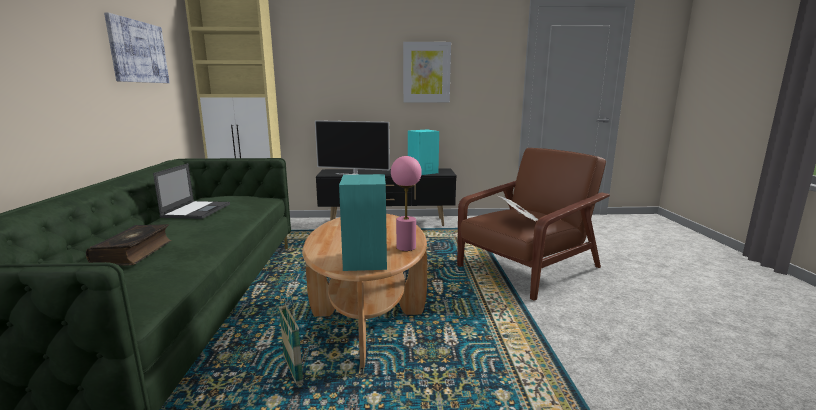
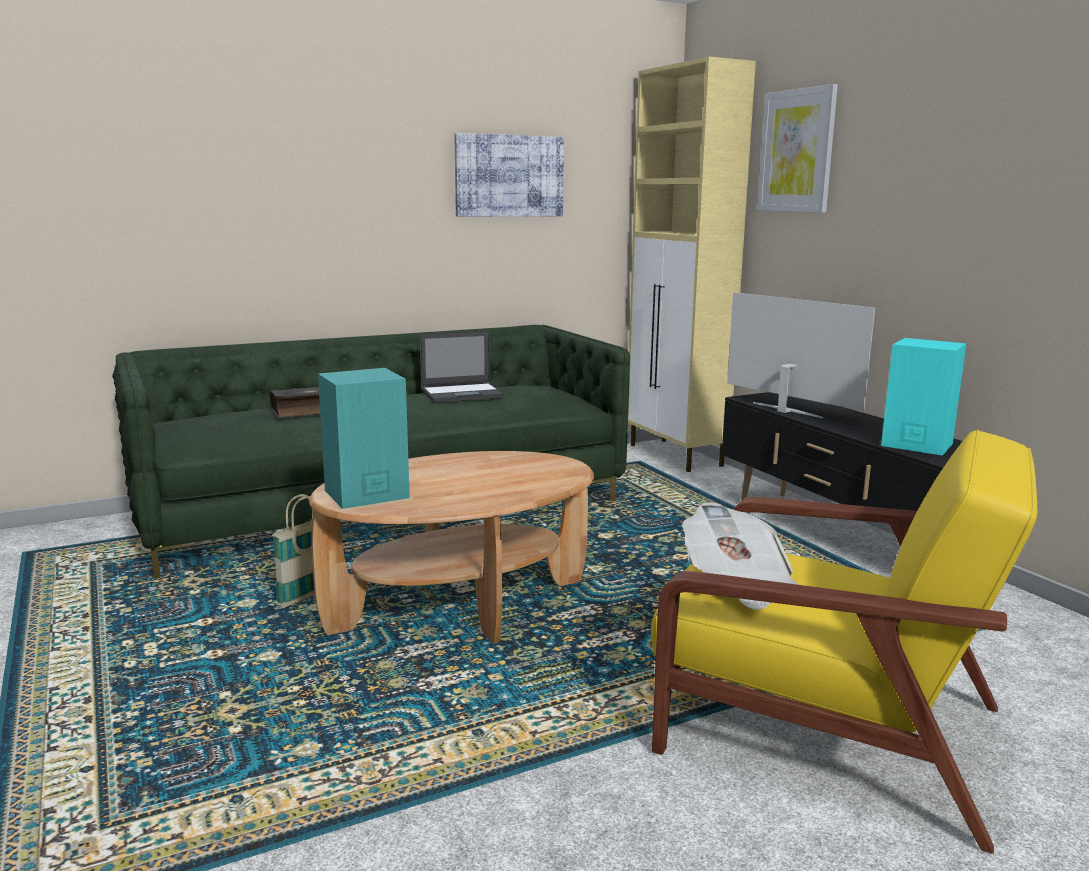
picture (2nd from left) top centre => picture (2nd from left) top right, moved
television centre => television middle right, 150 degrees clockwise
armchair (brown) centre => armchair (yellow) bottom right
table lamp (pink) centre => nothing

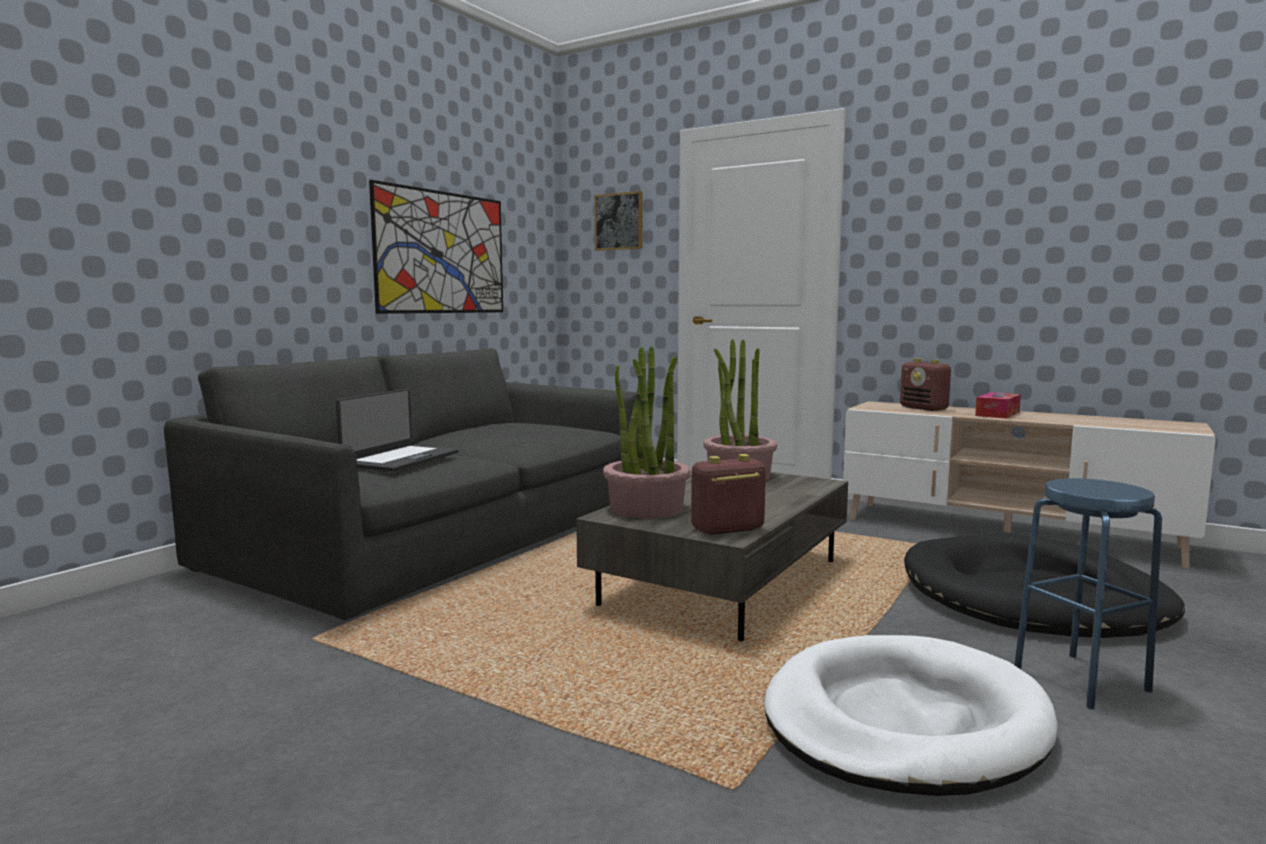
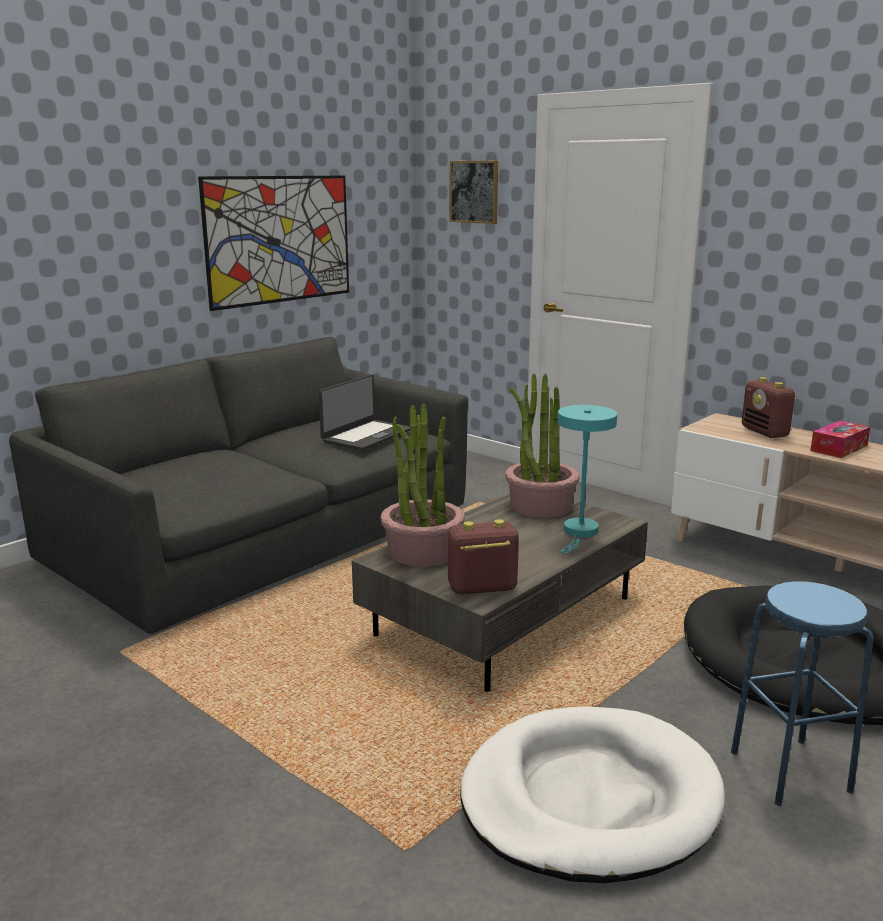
laptop middle left => laptop centre, moved
nothing => table lamp (turquoise) centre

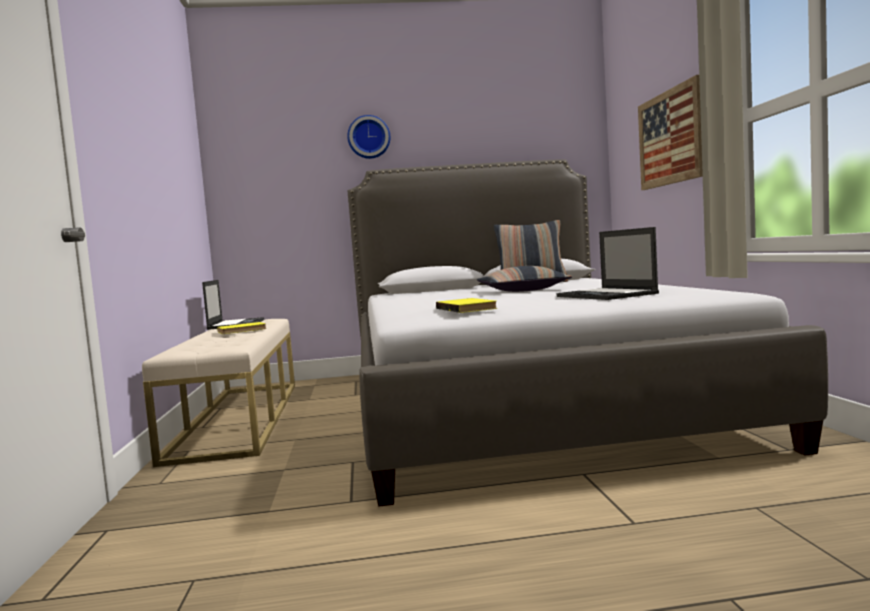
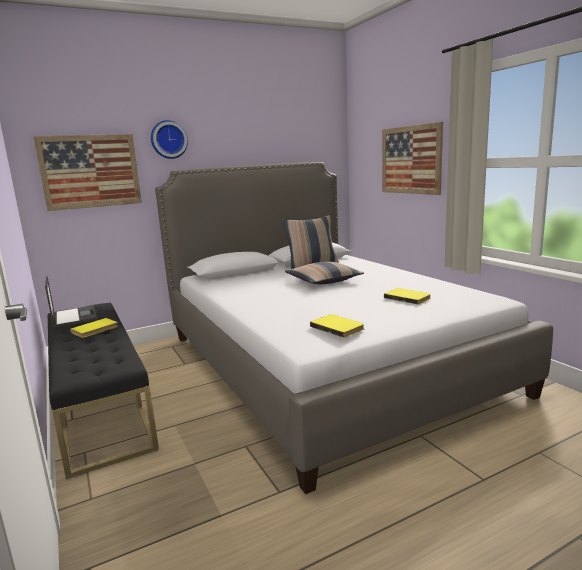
laptop (2nd from left) middle right => book (yellow) (3rd from left) middle right
bench (beige) middle left => bench (black) bottom left
nothing => picture (1st from left) top left

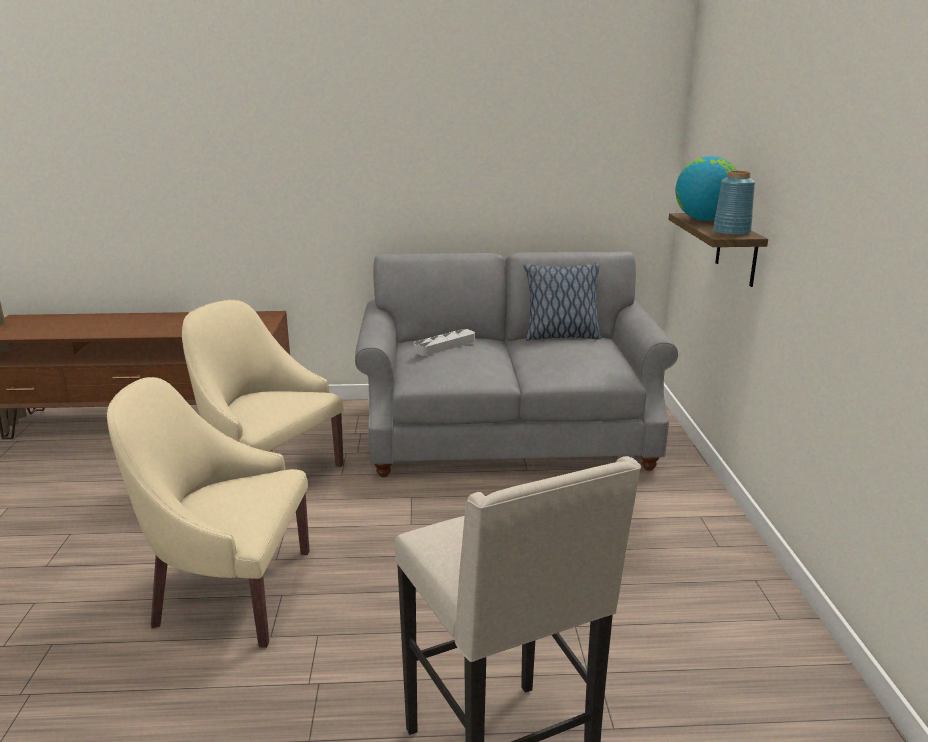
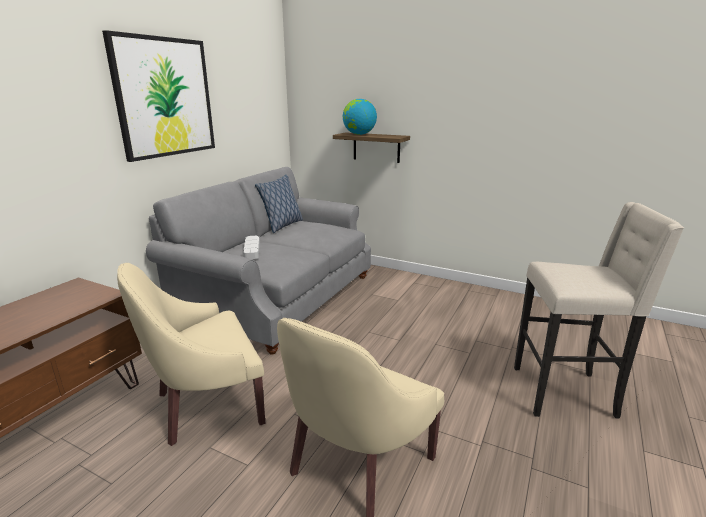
vase (blue) top right => nothing
nothing => picture top left

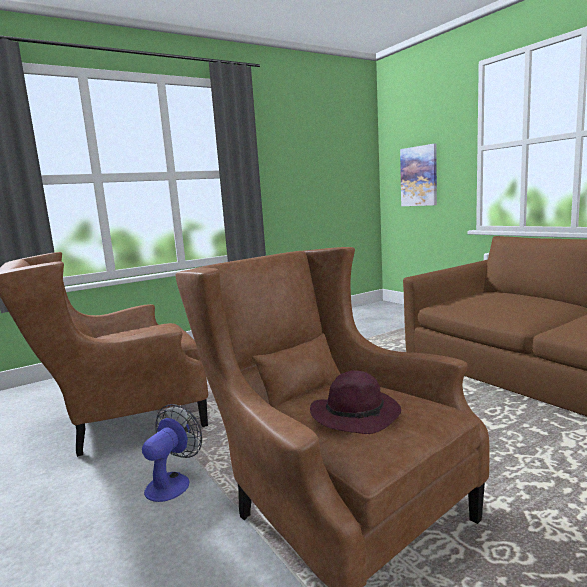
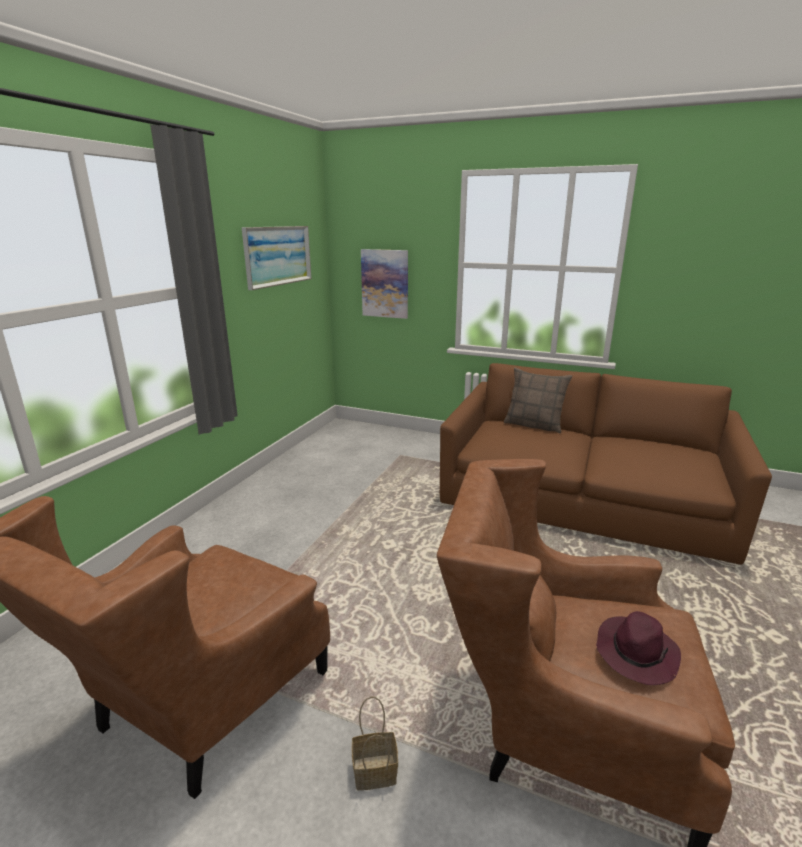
fan bottom left => basket bottom centre
nothing => picture (1st from left) top centre
nothing => pillow middle right

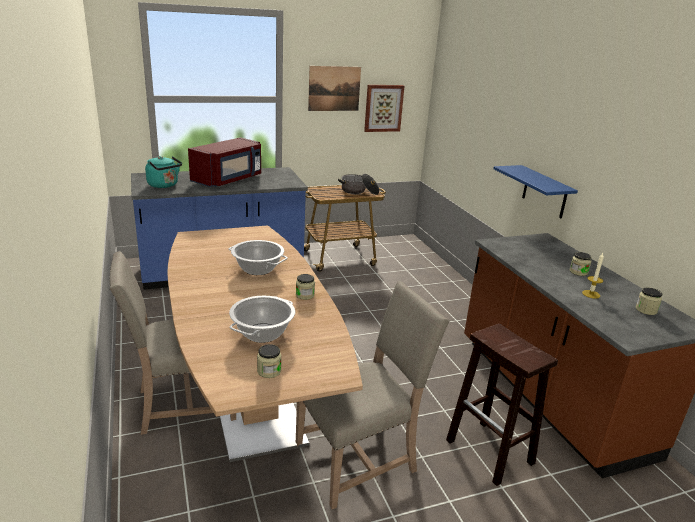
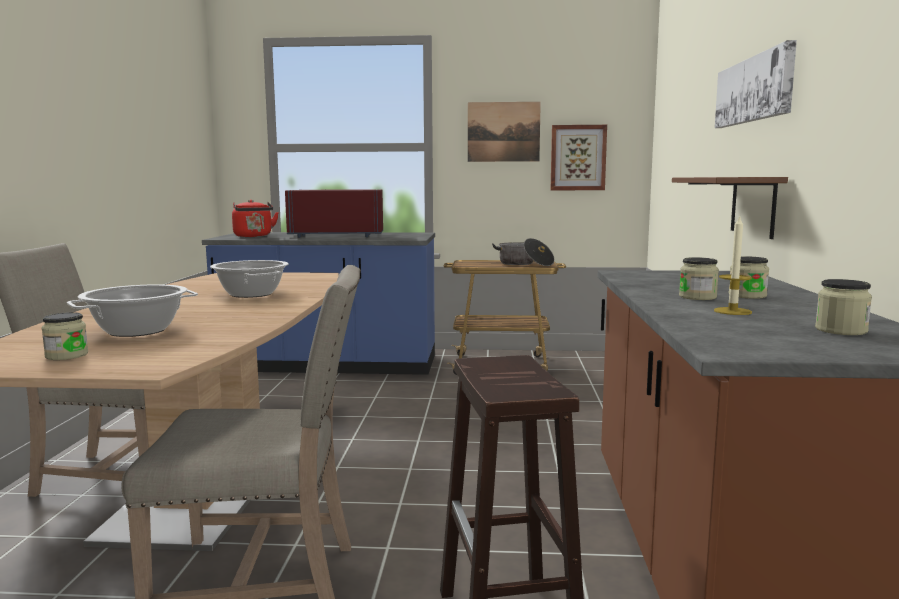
microwave (red) top left => microwave (red) centre, 150 degrees counterclockwise
kettle (turquoise) top left => kettle (red) middle left
shelf (blue) middle right => shelf (brown) middle right
jar (2nd from left) centre => jar (2nd from left) middle right, moved
nothing => picture (3rd from left) top right

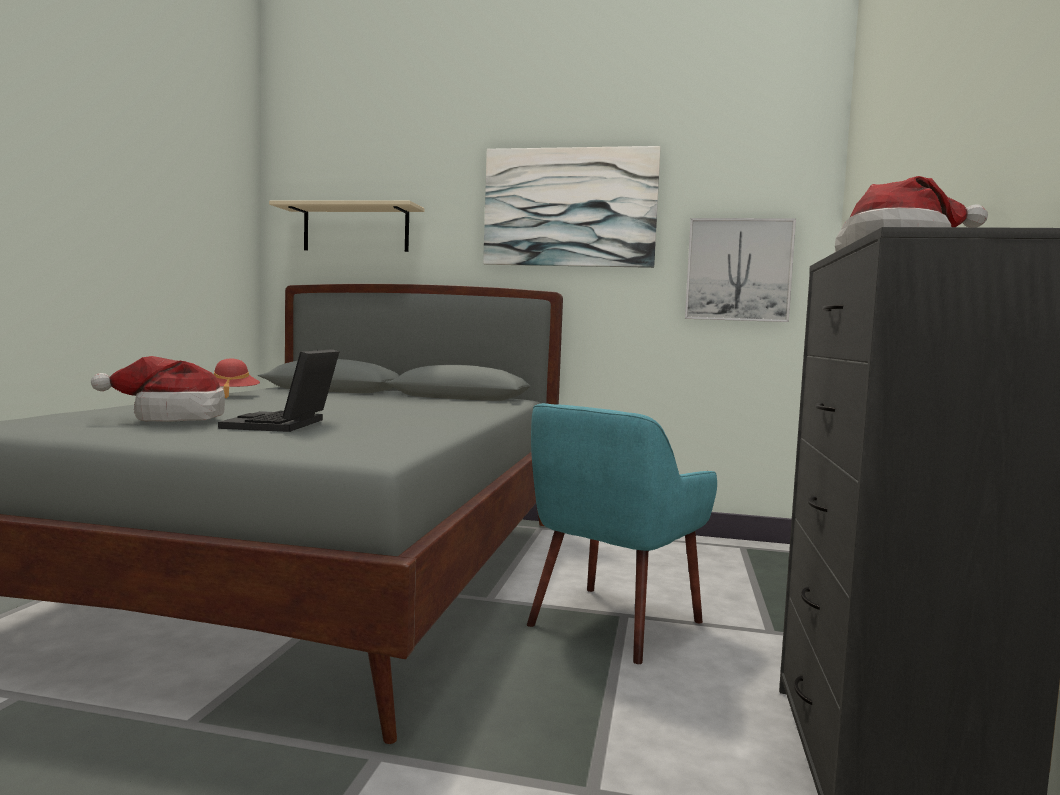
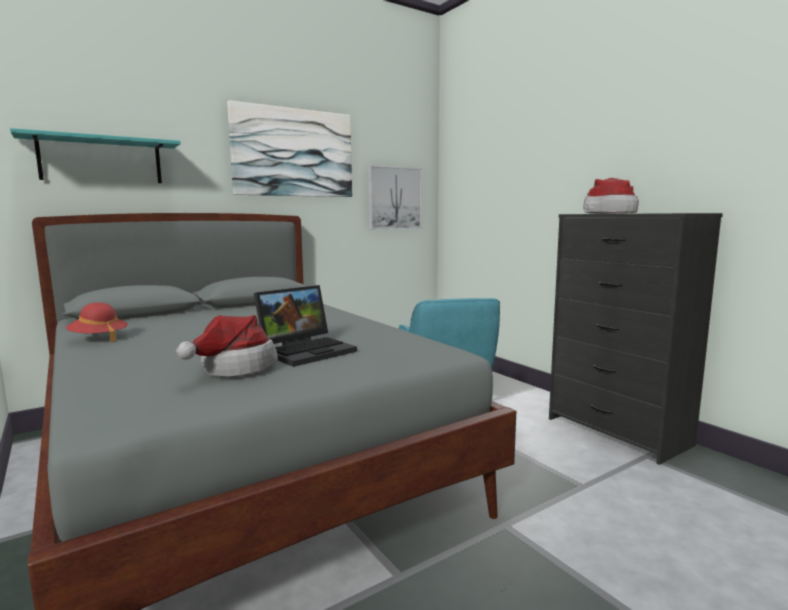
shelf (beige) top left => shelf (turquoise) top left
laptop middle left => laptop centre, 90 degrees counterclockwise

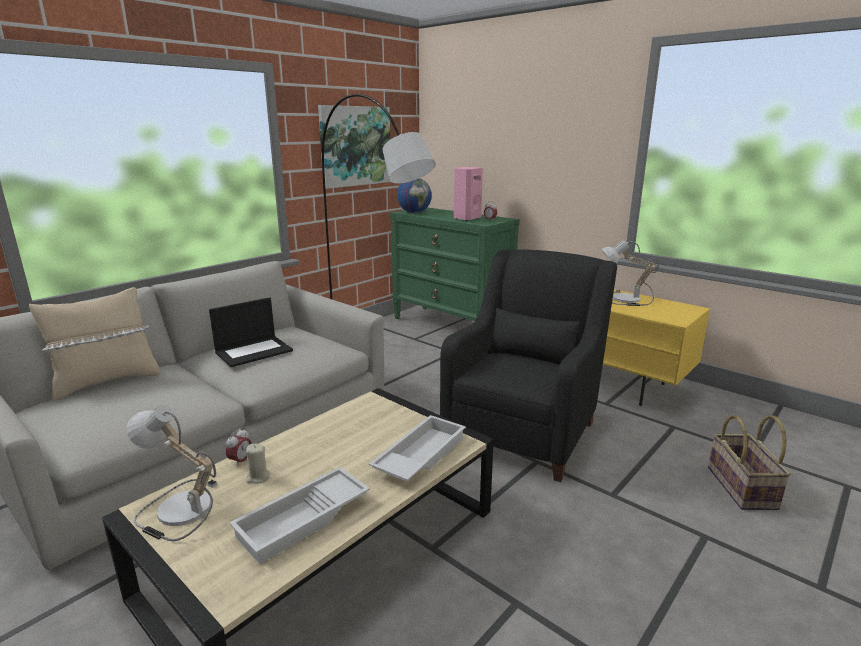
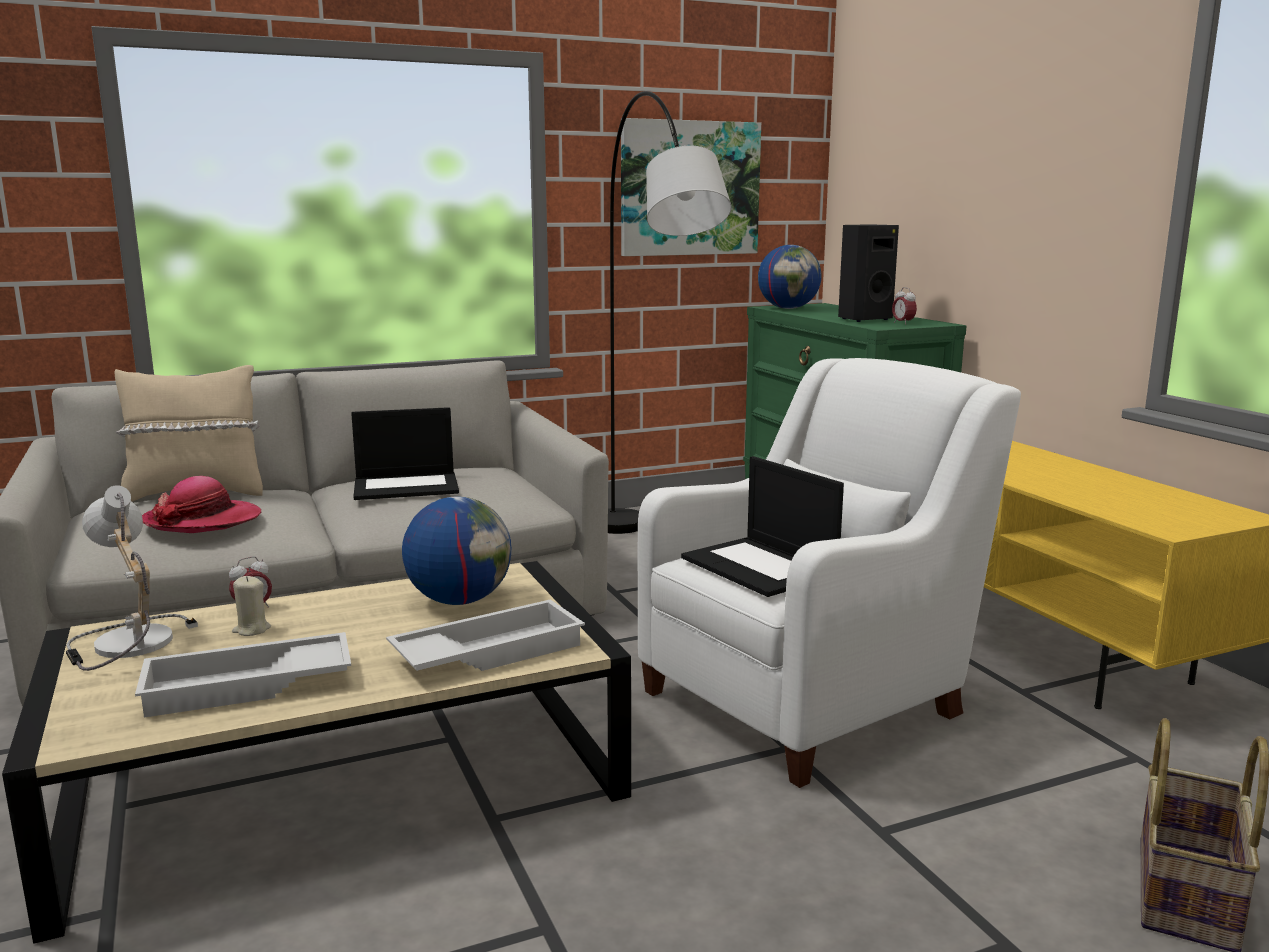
speaker (pink) top centre => speaker (black) top right
table lamp (2nd from left) middle right => nothing
armchair (black) centre => armchair (white) centre
nothing => laptop (2nd from left) centre
nothing => hat middle left
nothing => globe (1st from left) centre

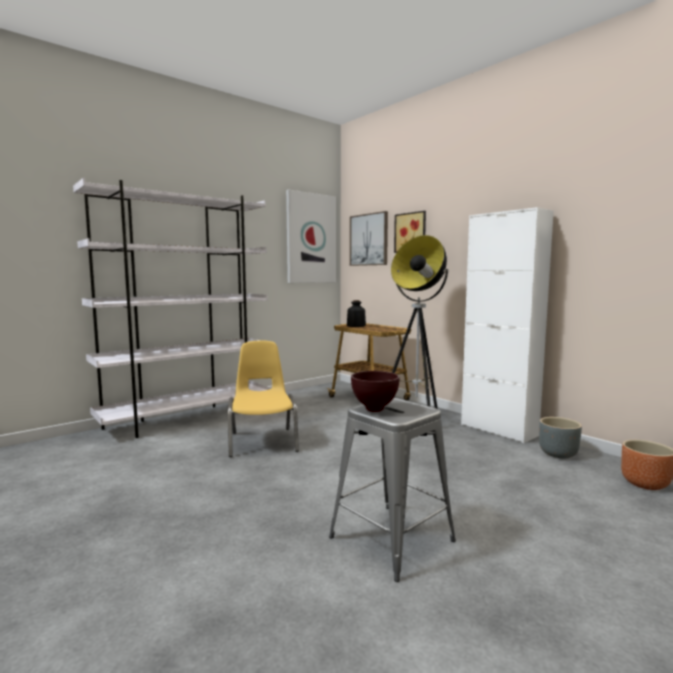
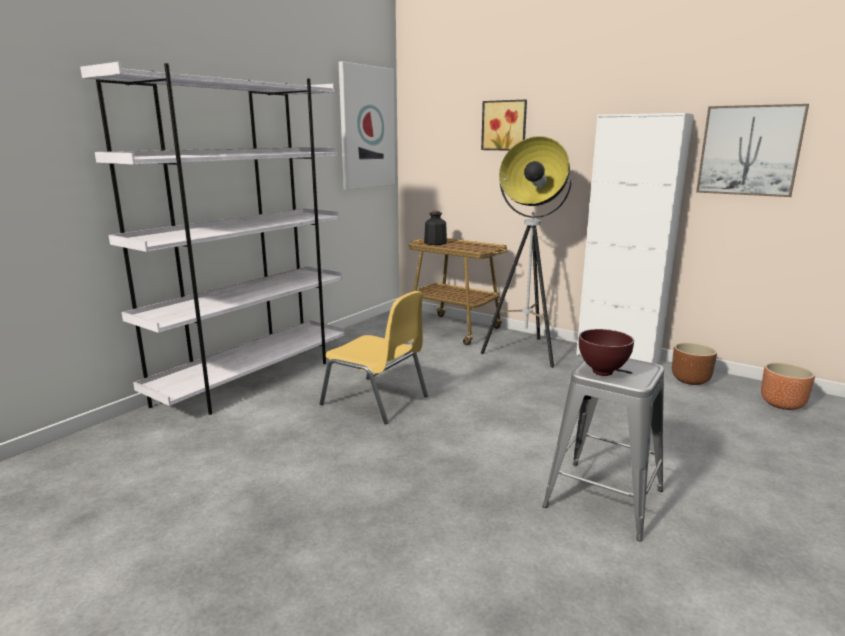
picture (2nd from left in the first image) centre => picture (3rd from left) top right, moved
chair (yellow) centre, 150 degrees clockwise
planter (grey) middle right => planter (brown) (1st from left) middle right

